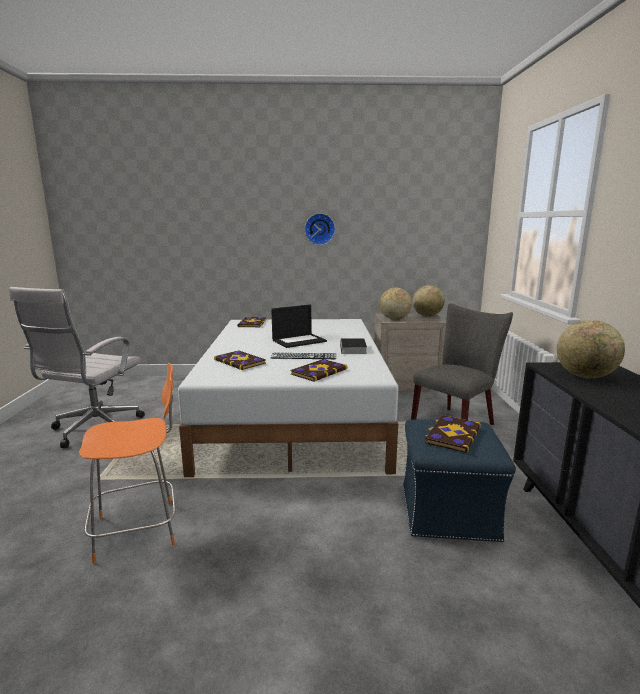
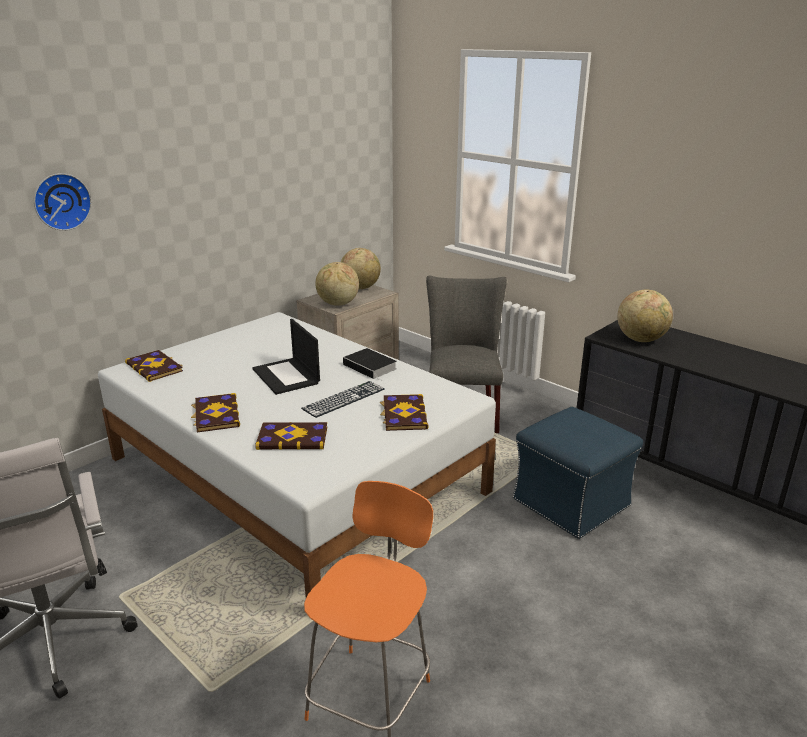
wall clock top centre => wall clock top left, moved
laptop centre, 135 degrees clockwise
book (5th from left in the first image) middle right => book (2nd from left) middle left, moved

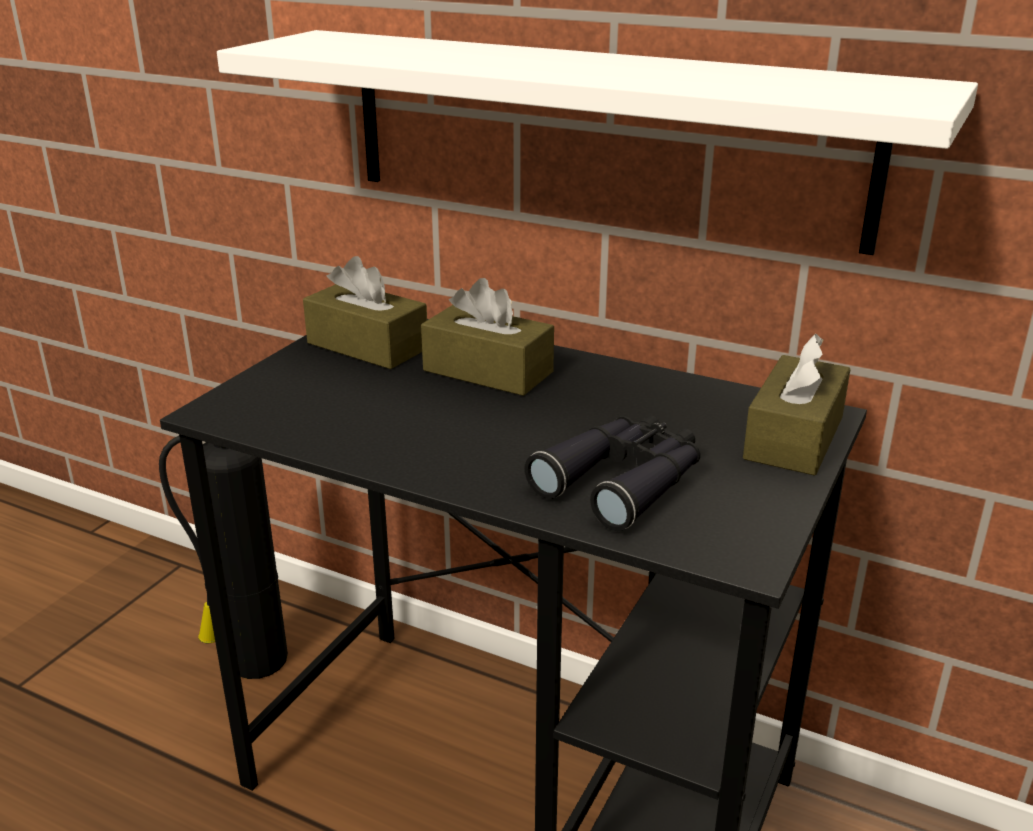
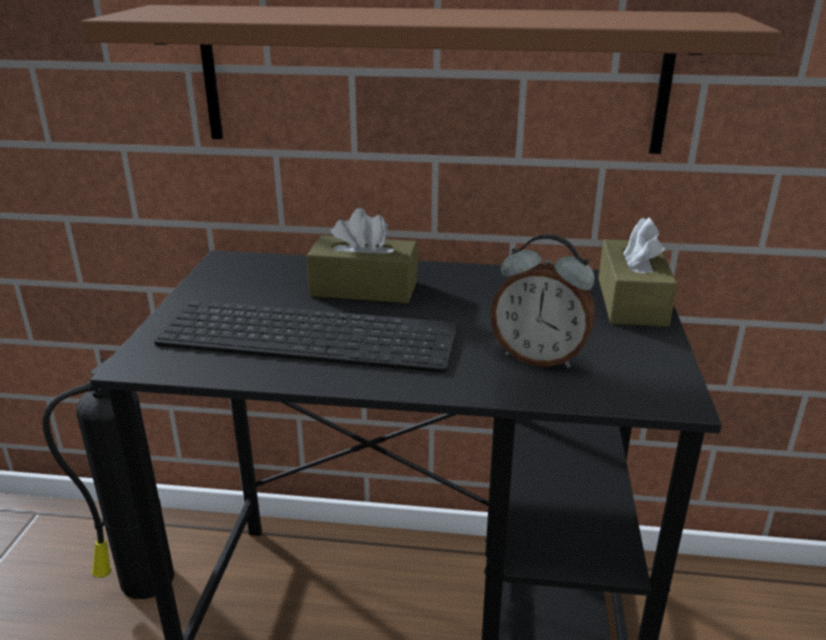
shelf (white) top centre => shelf (brown) top centre
tissue box (brown) (1st from left) centre => nothing
binoculars (black) centre => alarm clock centre
nothing => keyboard centre

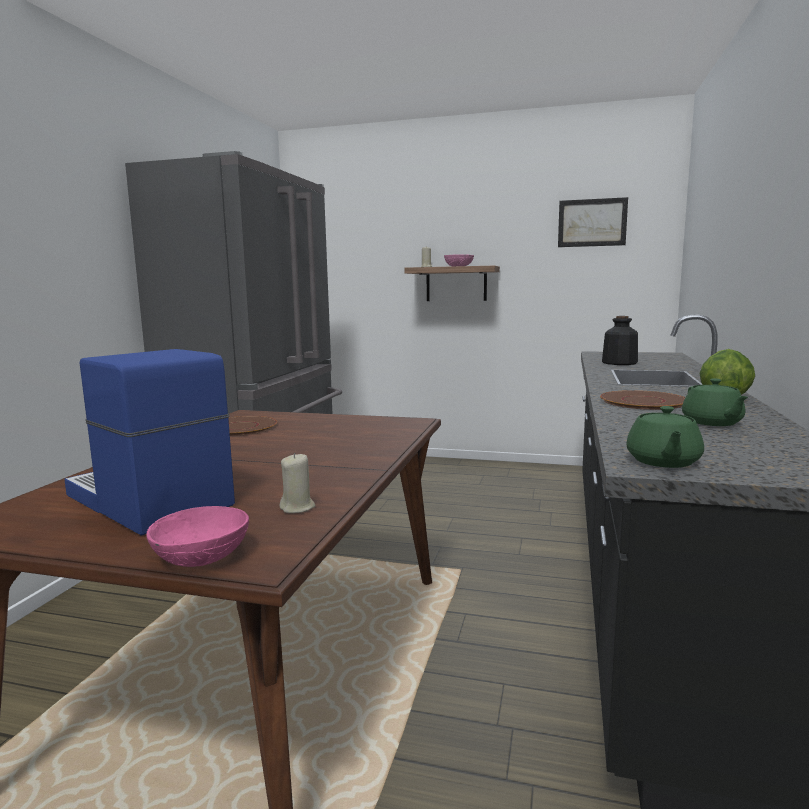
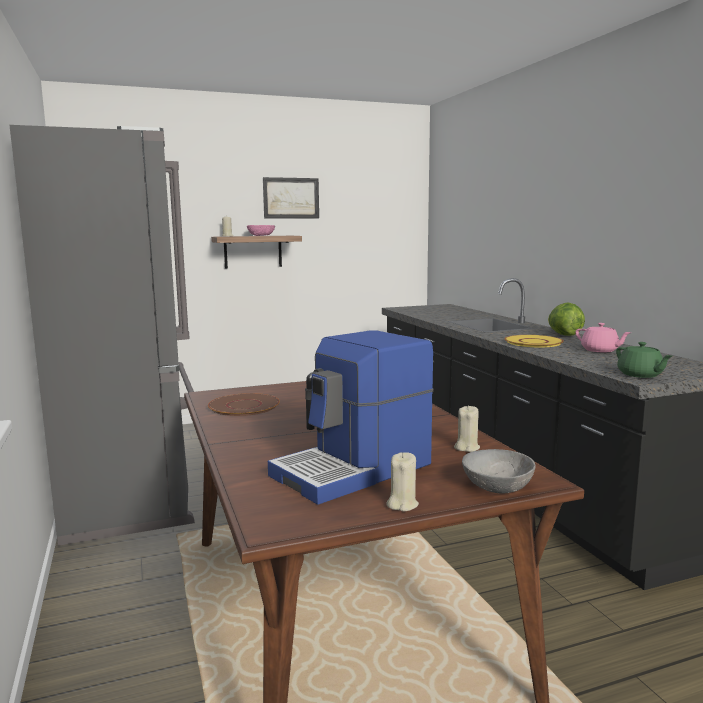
picture top right => picture top centre, moved
bottle middle right => nothing
coffee machine middle left => coffee machine centre, 45 degrees counterclockwise
teapot (green) (2nd from left) middle right => teapot (pink) middle right
plate (brown) (2nd from left) middle right => plate (yellow) middle right
bowl (pink) (1st from left) middle left => bowl (grey) bottom right
nothing => candle (beige) (2nd from left) bottom centre

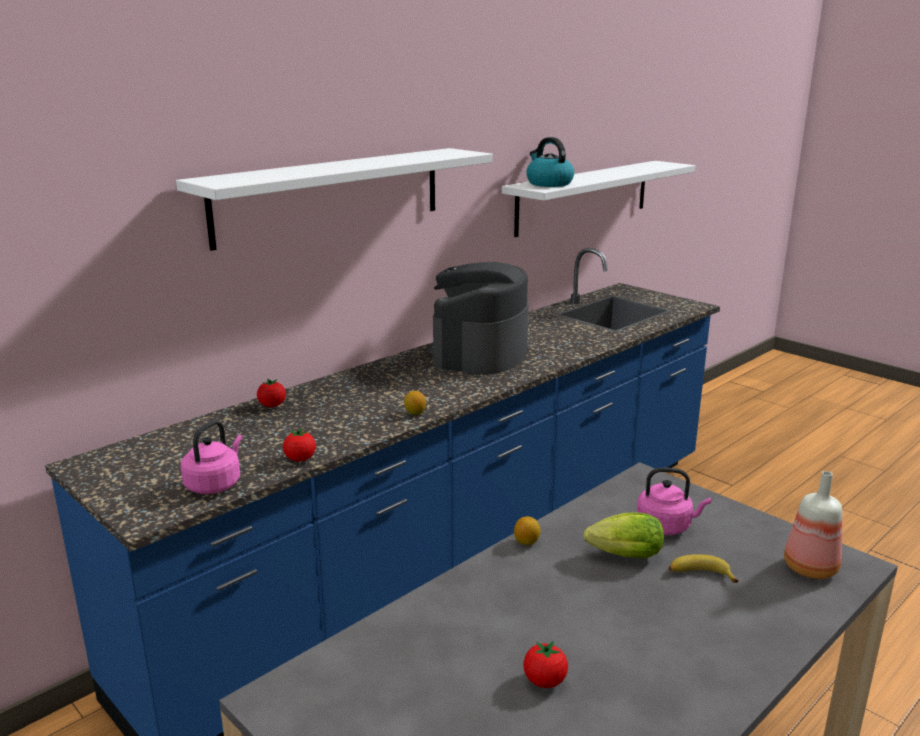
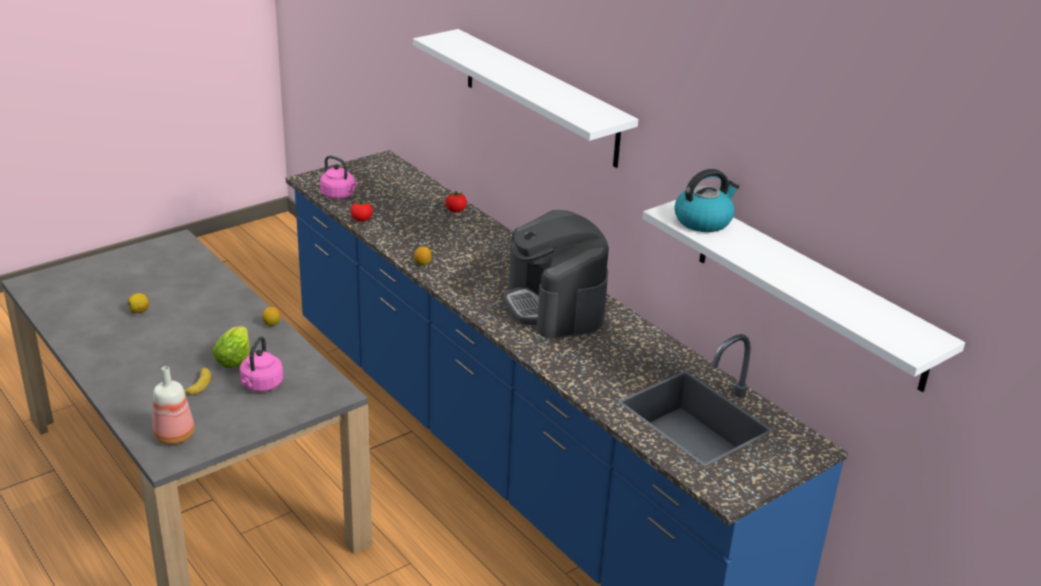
coffee machine centre, 135 degrees counterclockwise
tomato (3rd from left) bottom centre => lemon (1st from left) middle left

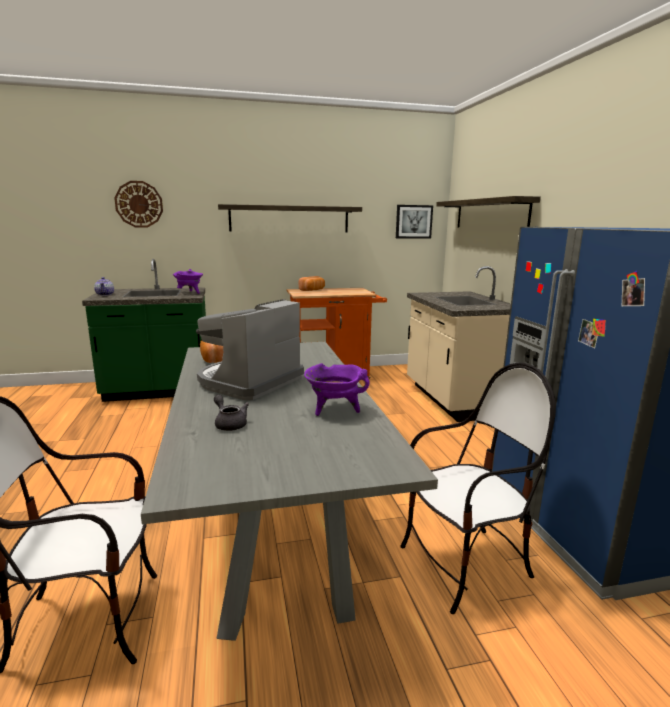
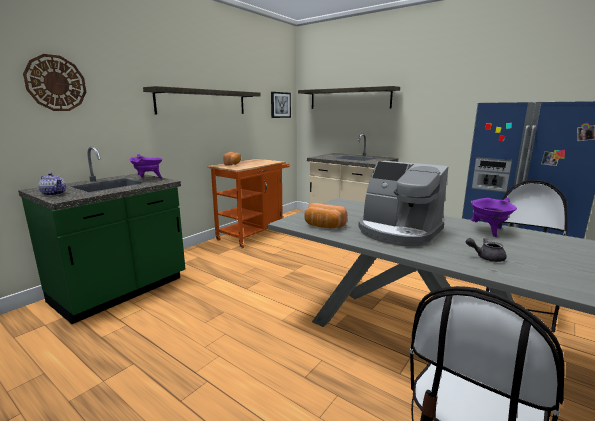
coffee machine centre => coffee machine middle right, 45 degrees counterclockwise

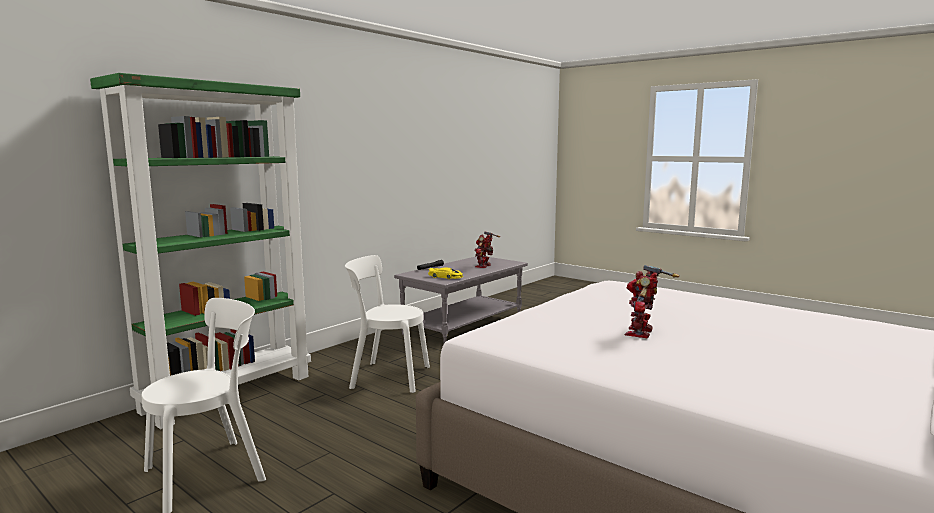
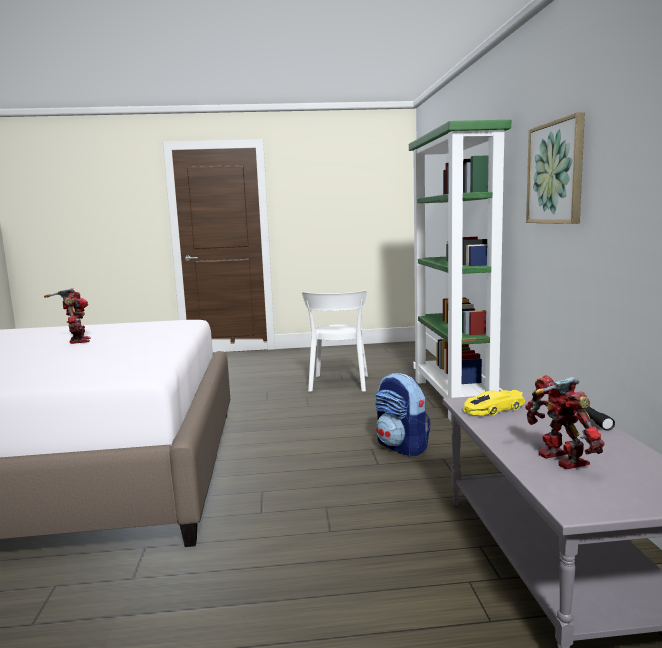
chair (white) (2nd from left) centre => backpack centre
nothing => picture top right

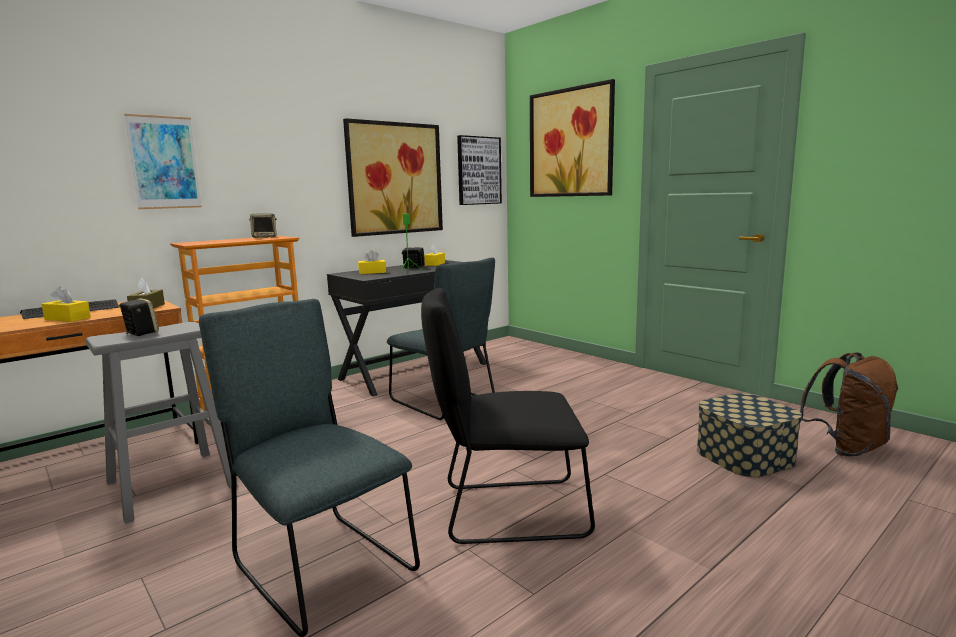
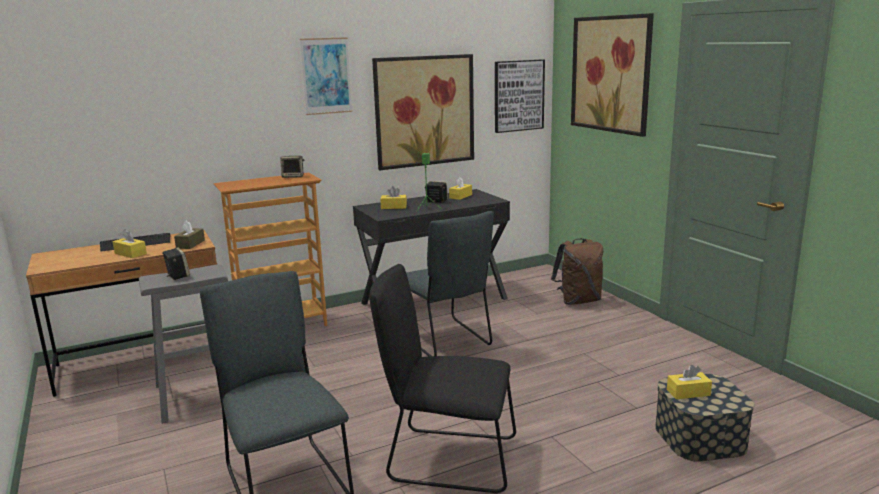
picture (1st from left) top left => picture (1st from left) top centre, moved
backpack (brown) middle right => backpack (brown) centre, moved
nothing => tissue box (yellow) (4th from left) bottom right

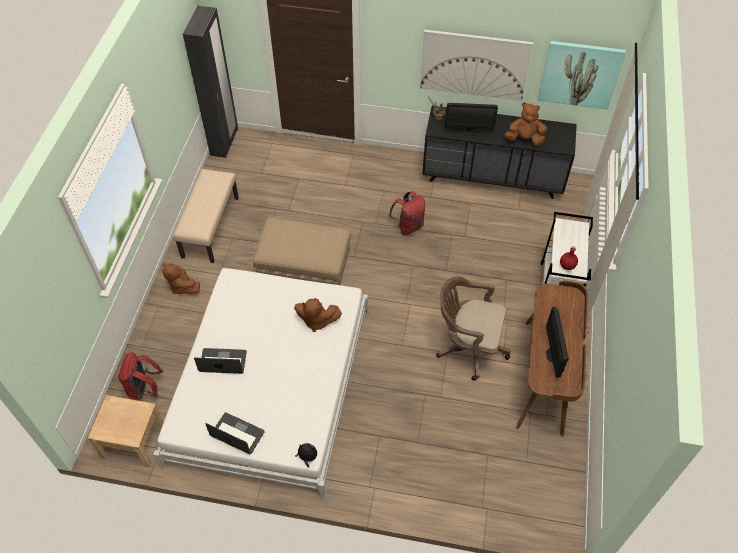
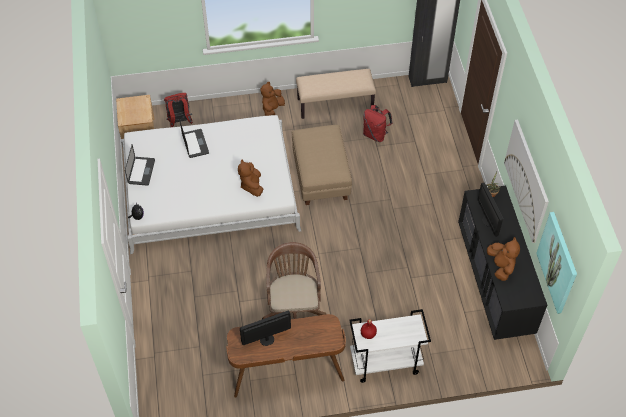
backpack (red) (2nd from left) centre => backpack (red) (2nd from left) top centre, moved

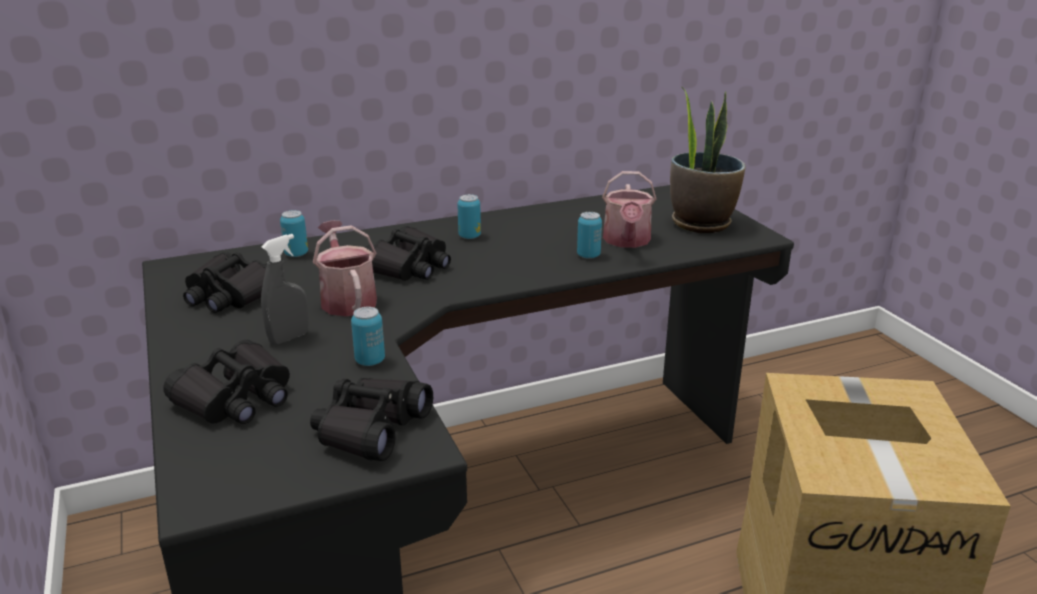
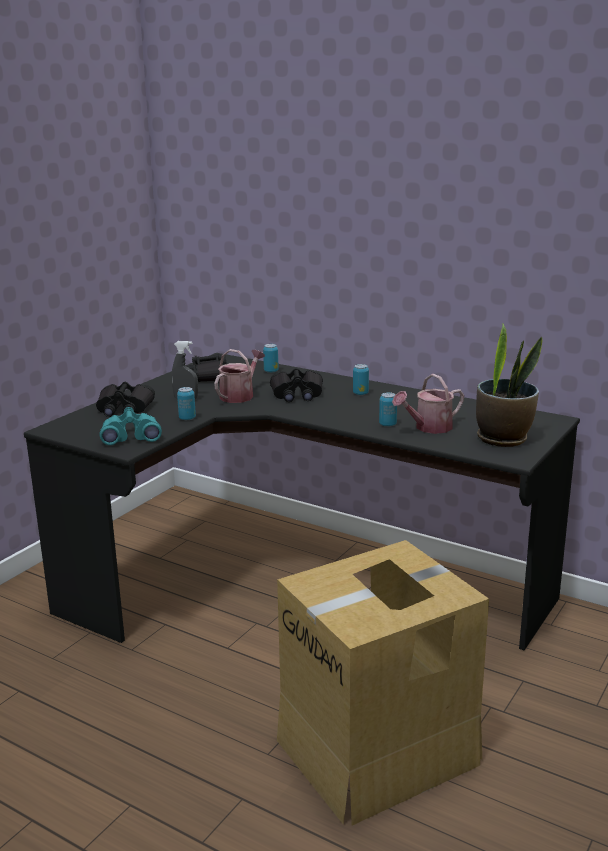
binoculars (black) (3rd from left) bottom centre => binoculars (turquoise) middle left

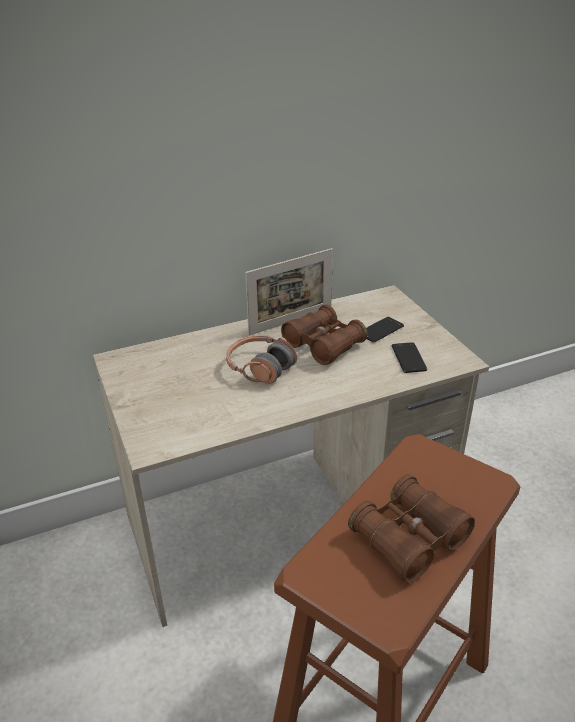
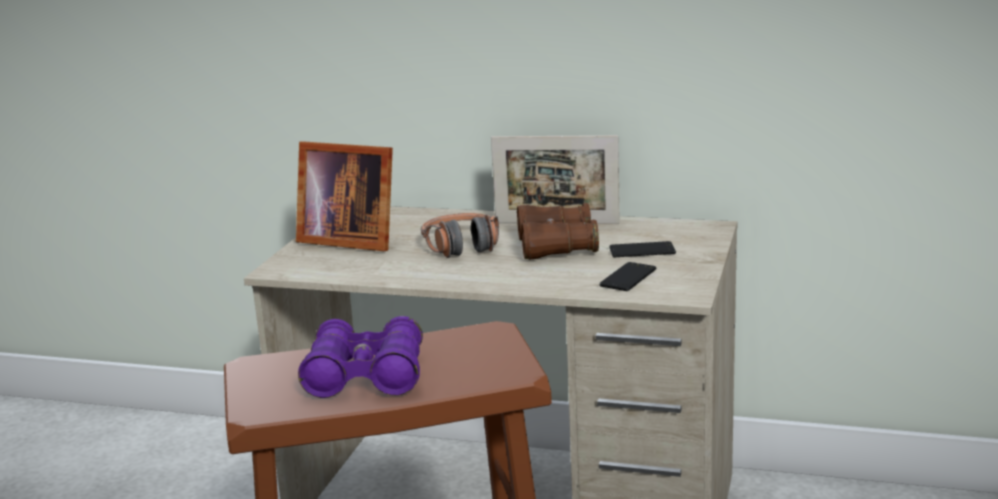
binoculars (brown) (2nd from left) bottom right => binoculars (purple) bottom centre
nothing => picture frame (1st from left) centre

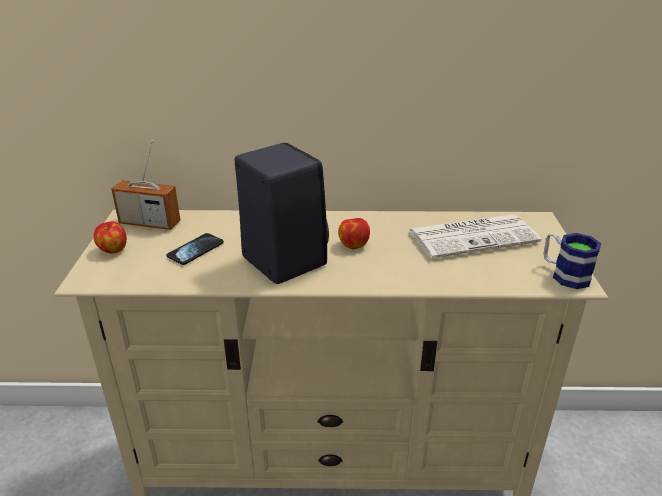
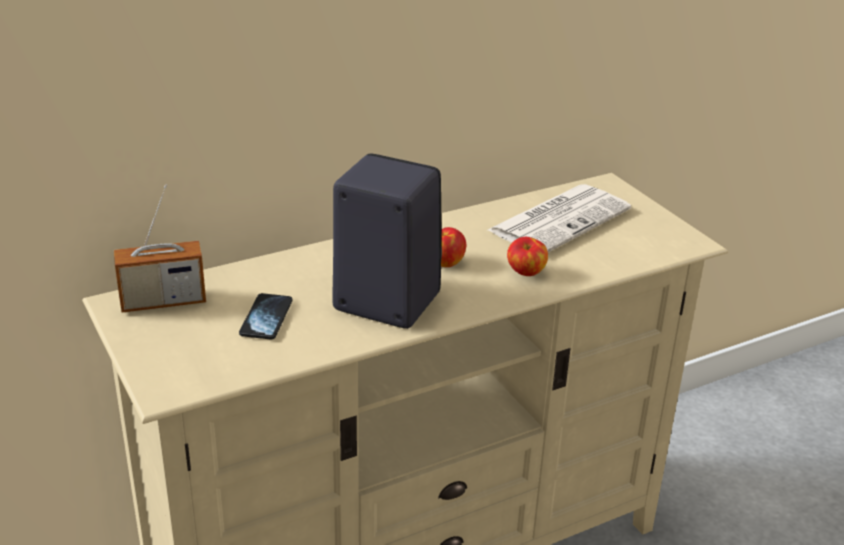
apple (1st from left in the first image) middle left => apple (2nd from left) centre, moved
mug middle right => nothing

